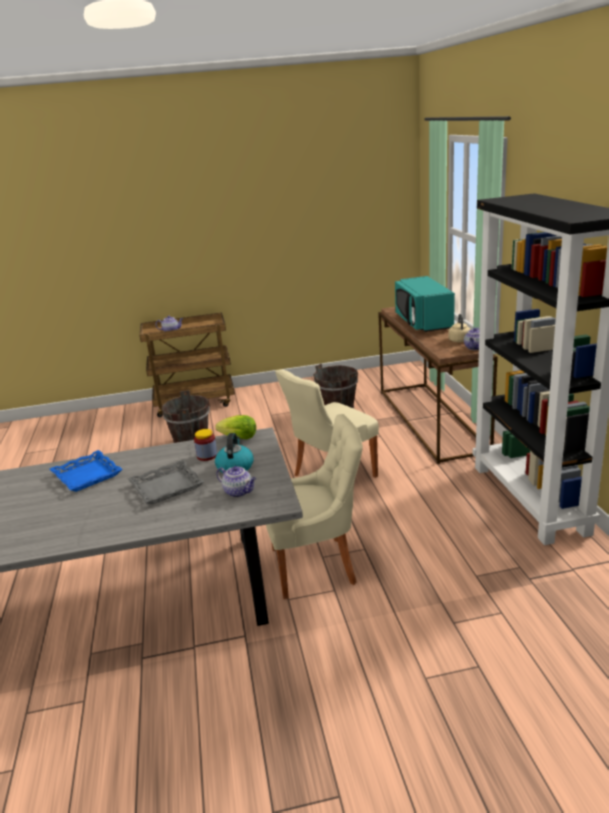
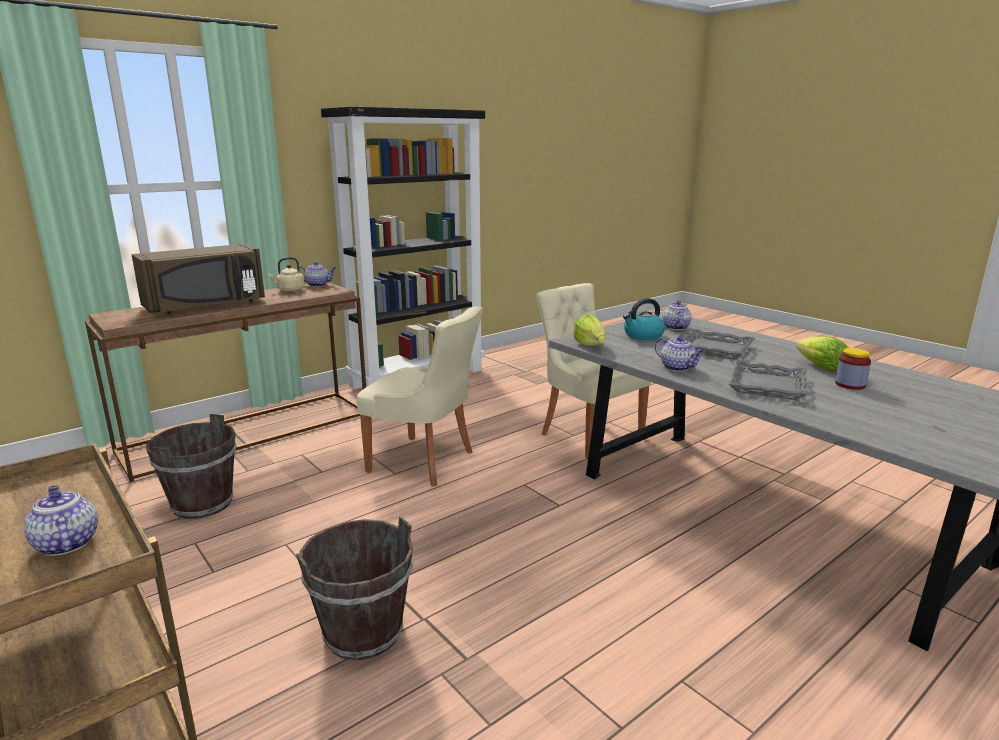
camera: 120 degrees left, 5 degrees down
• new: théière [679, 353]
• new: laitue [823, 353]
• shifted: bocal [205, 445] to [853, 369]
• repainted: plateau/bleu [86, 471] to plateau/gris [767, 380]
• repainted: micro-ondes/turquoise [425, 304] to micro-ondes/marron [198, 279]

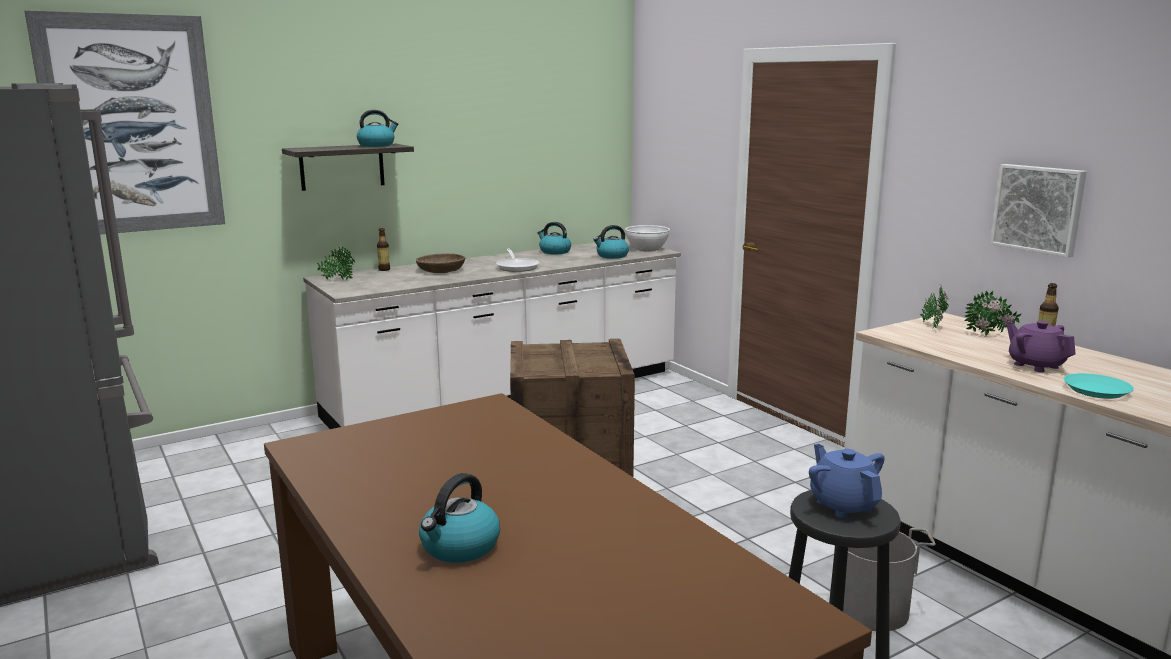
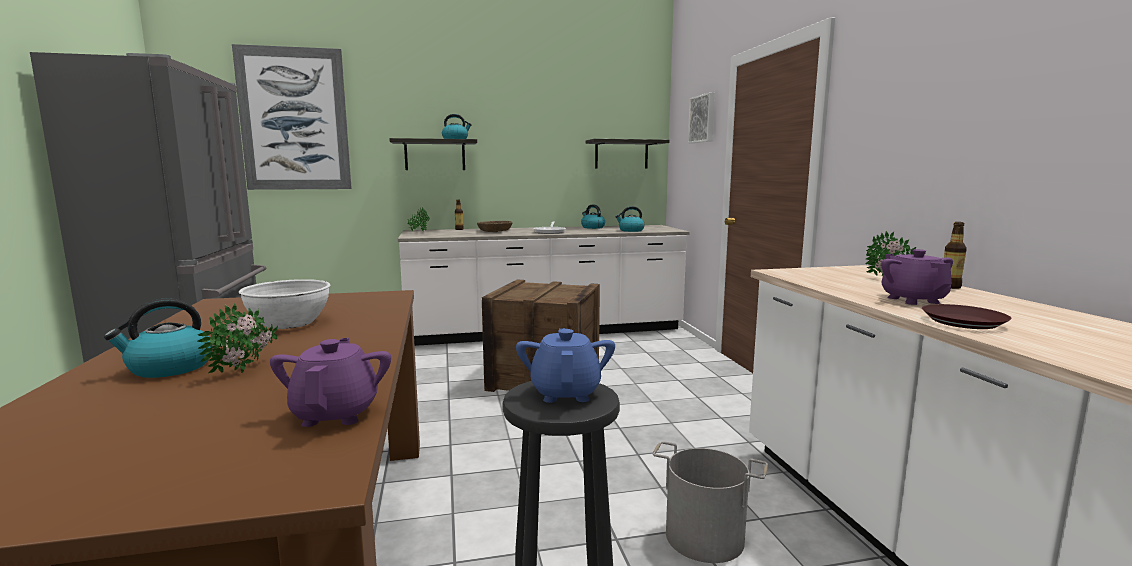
camera: 20 degrees right, 5 degrees down
• new: théière/violet [330, 382]
• new: étagère [627, 154]
• shifted: bol/blanc [647, 238] to [284, 304]
• shifted: plante en pot [934, 307] to [238, 338]
• shifted: tableau [1038, 211] to [701, 117]
• repainted: assiette/turquoise [1099, 386] to assiette/marron [966, 316]

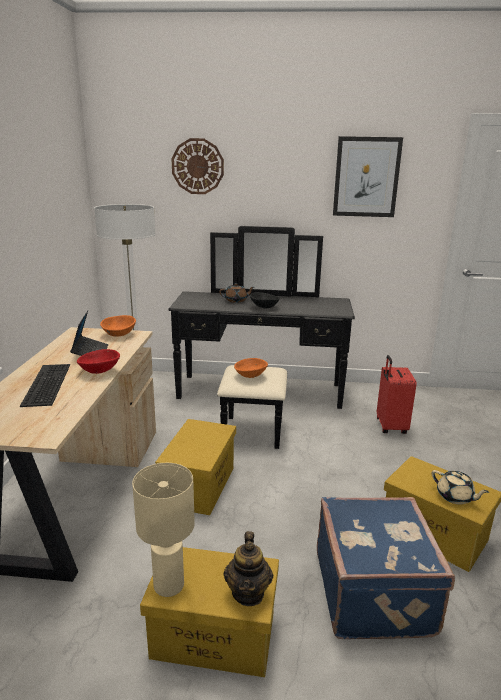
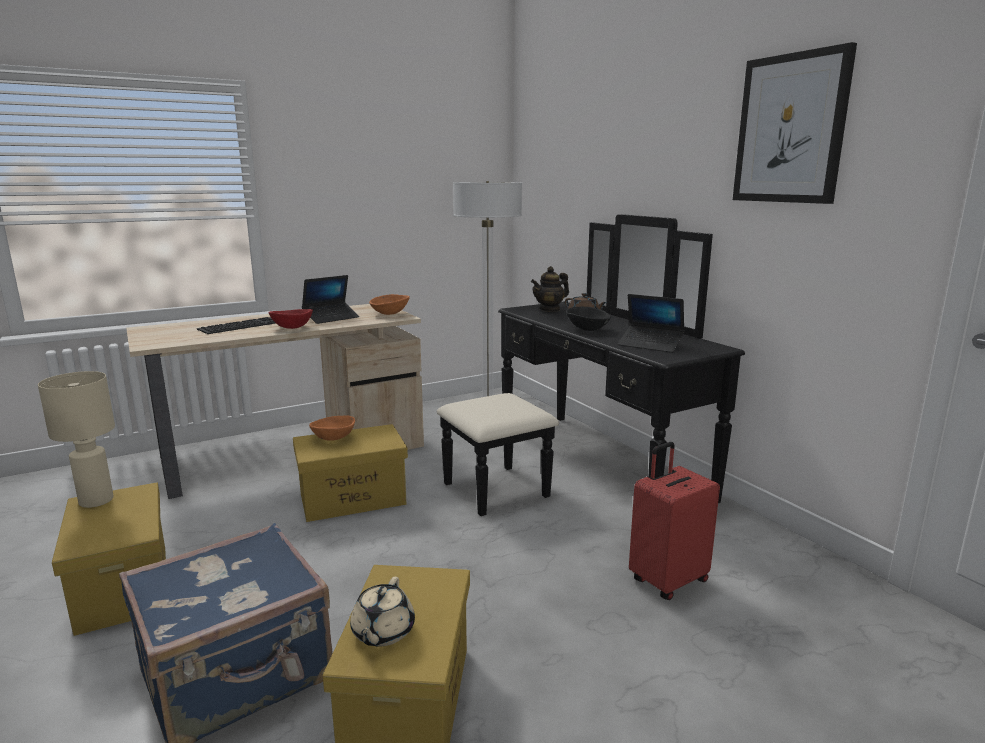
camera: 55 degrees right, 5 degrees down
• gone: horloge murale [198, 166]
• new: ordinateur portable [651, 323]
• shifted: théière [248, 568] to [550, 289]
• shifted: bol/orange [251, 368] to [332, 428]

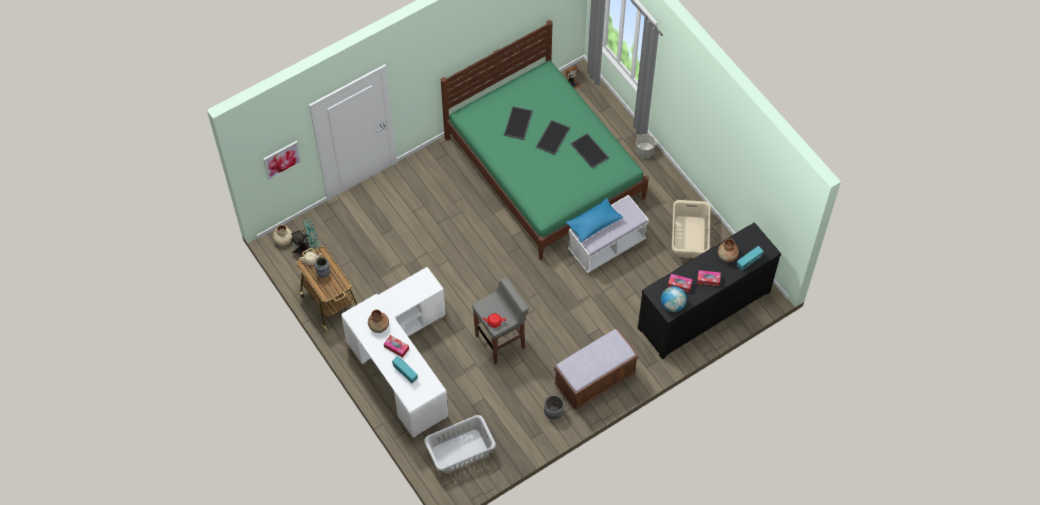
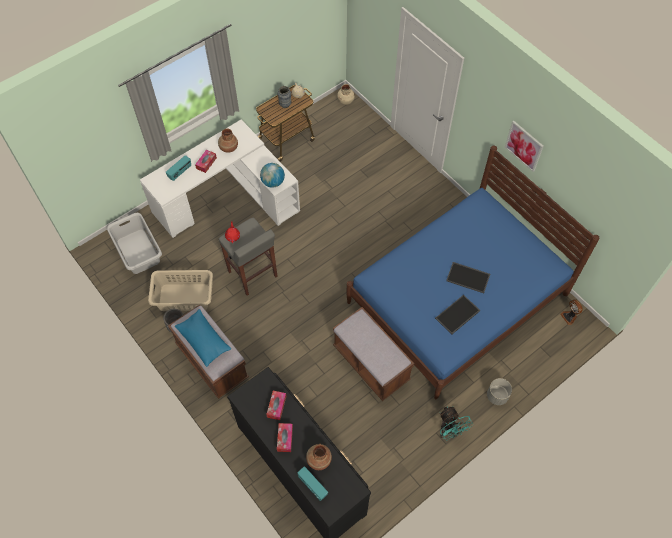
camera: 85 degrees right, 0 degrees up
• gone: plateau [518, 123]
• shifted: tableau [282, 160] to [524, 146]
• shifted: ventilateur/turquoise [304, 236] to [456, 423]
• shifted: coussin/bleu [594, 220] to [203, 338]
• shifted: globe [674, 299] to [272, 175]
• shifted: panier à linge/beige [691, 229] to [180, 290]
• repainted: lit/vert [545, 140] to lit/bleu [473, 272]
• repainted: banc/blanc [608, 234] to banc/marron [373, 354]

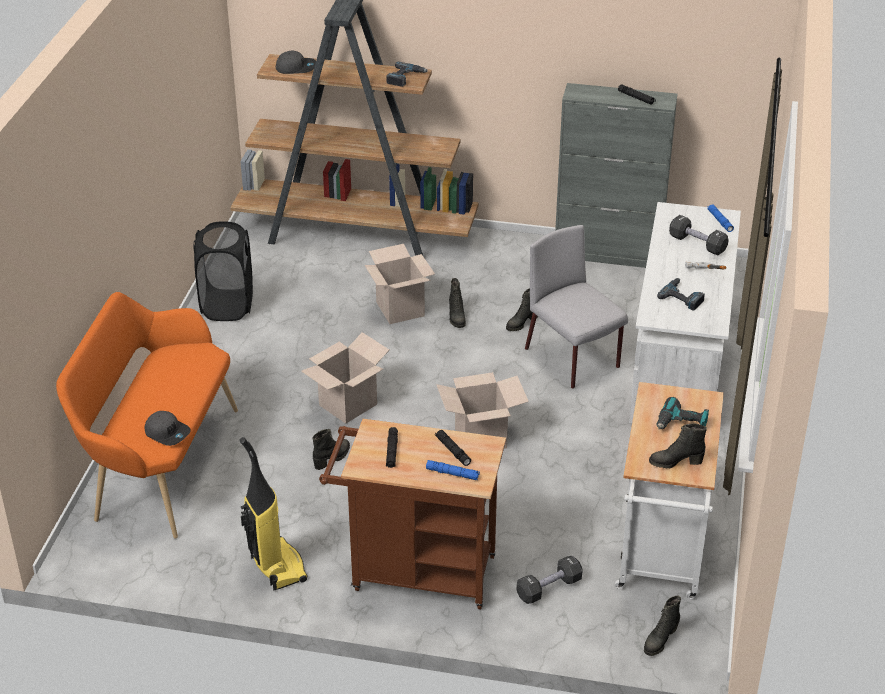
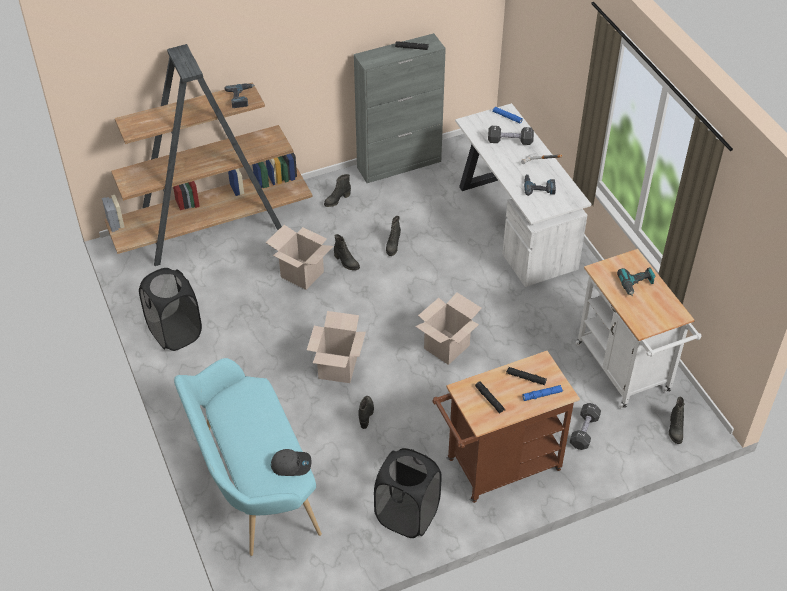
camera: 35 degrees left, 10 degrees up
• gone: casquette/gris [296, 62]
• gone: chaise/gris [576, 307]
• shifted: botte/noir [678, 446] to [337, 190]
• swapped: aspirateur [273, 513] to panier à linge/noir [408, 493]
• repainted: banc/orange [147, 415] to banc/turquoise [248, 457]

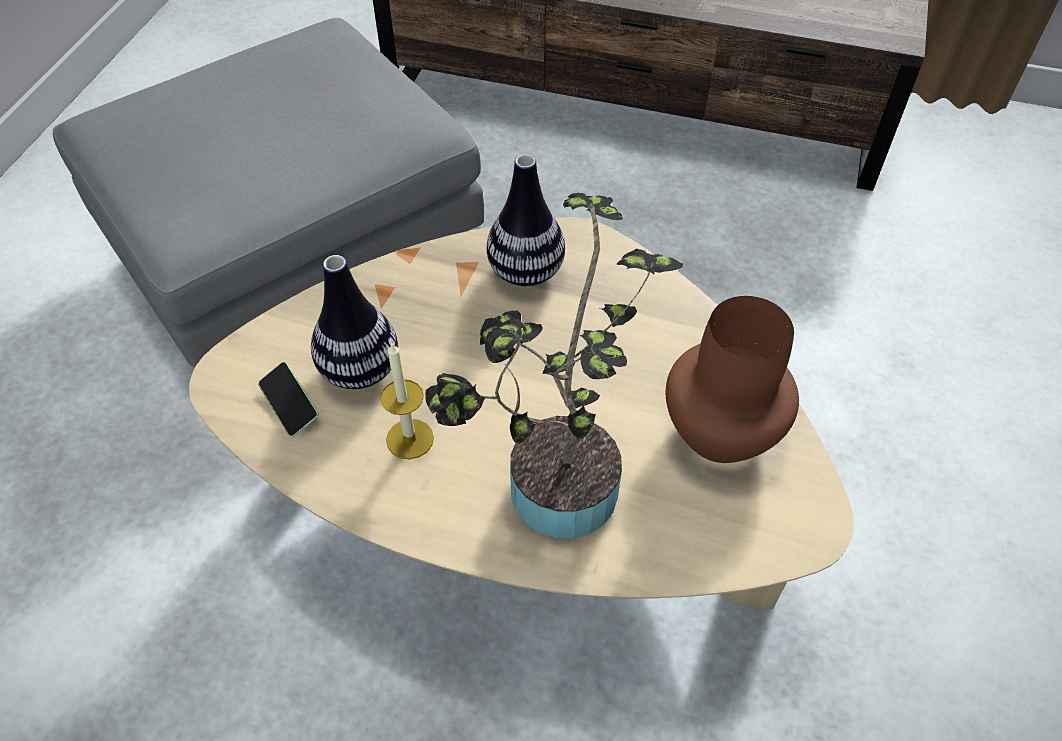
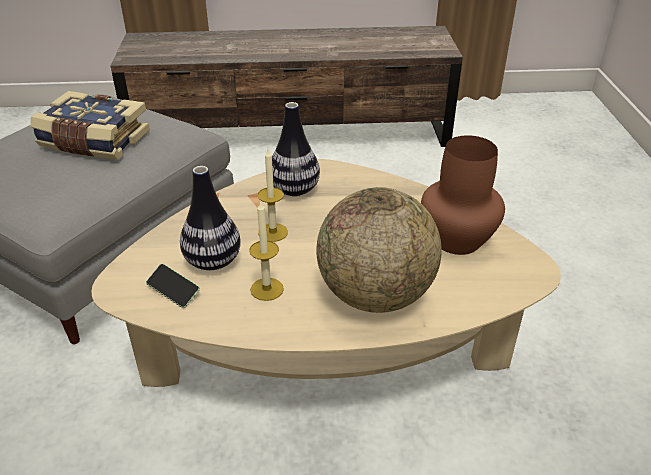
camera: 20 degrees left, 15 degrees down
• new: livre [90, 125]
• new: bougie [273, 195]
• swapped: plante en pot [554, 366] to globe [379, 250]

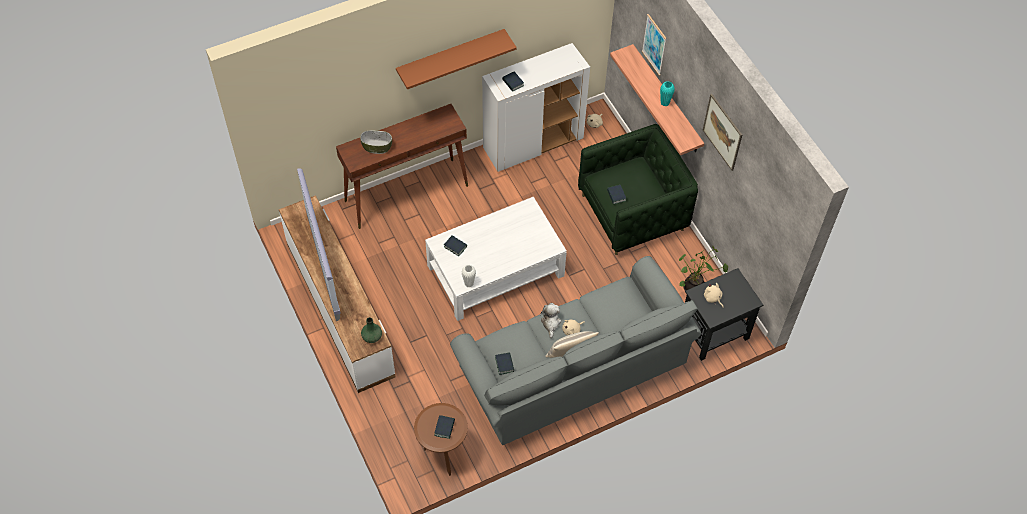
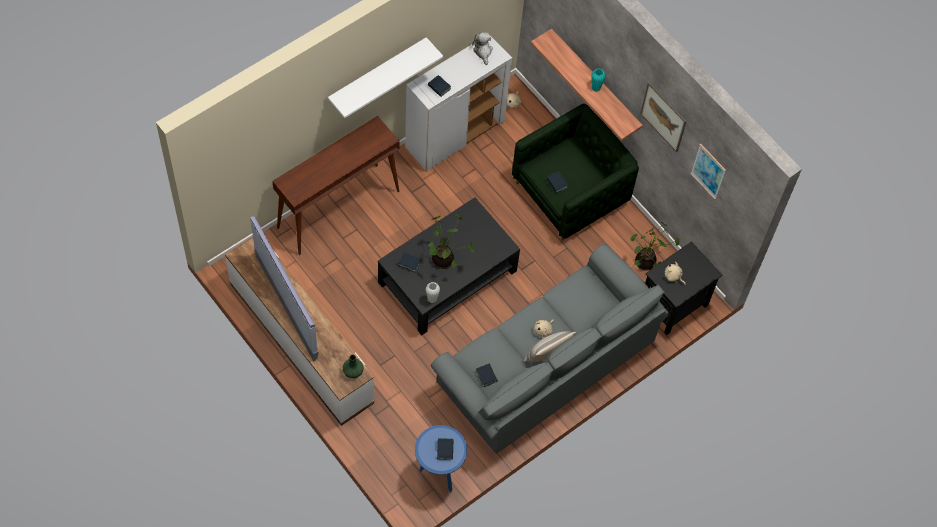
camera: 15 degrees left, 5 degrees up
• gone: bol [376, 142]
• new: plante en pot [451, 241]
• shifted: peluche [550, 320] to [482, 48]
• shifted: tableau [654, 45] to [708, 171]
• repainted: étagère/marron [456, 59] to étagère/blanc [385, 77]
• repainted: table d'appoint/marron [441, 439] to table d'appoint/bleu [441, 459]
• repainted: table basse/blanc [496, 259] to table basse/noir [449, 266]

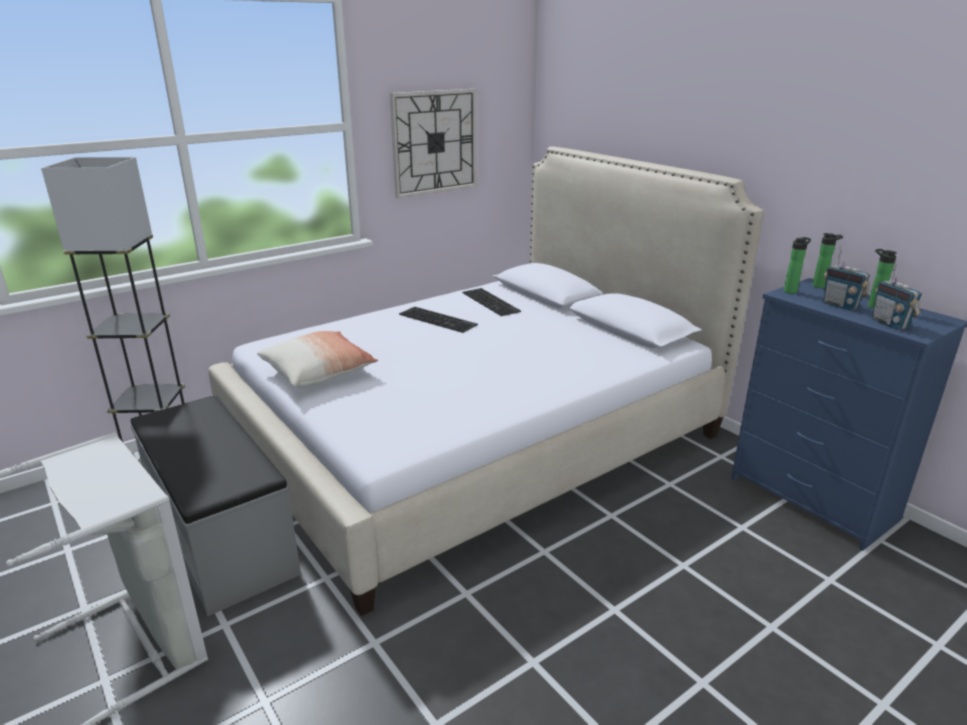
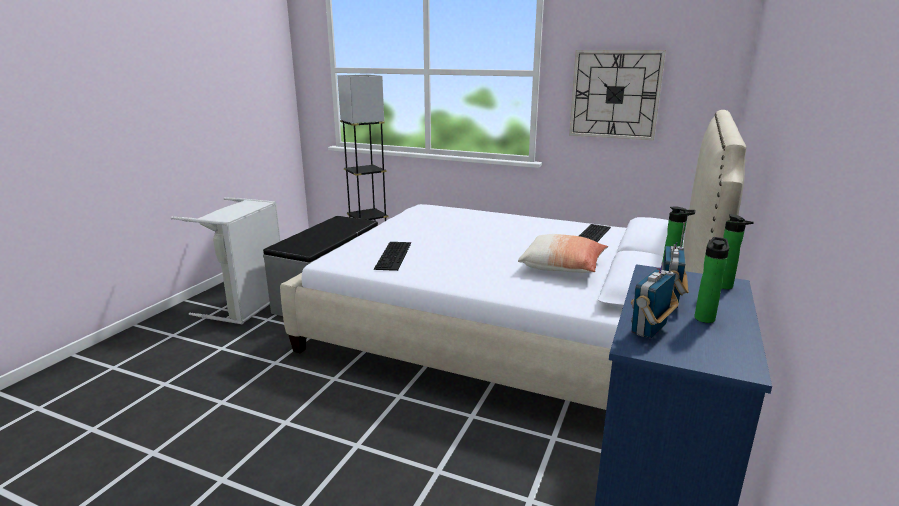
camera: 60 degrees right, 5 degrees down
• shifted: coussin [317, 359] to [563, 253]
• shifted: clavier [438, 320] to [392, 256]

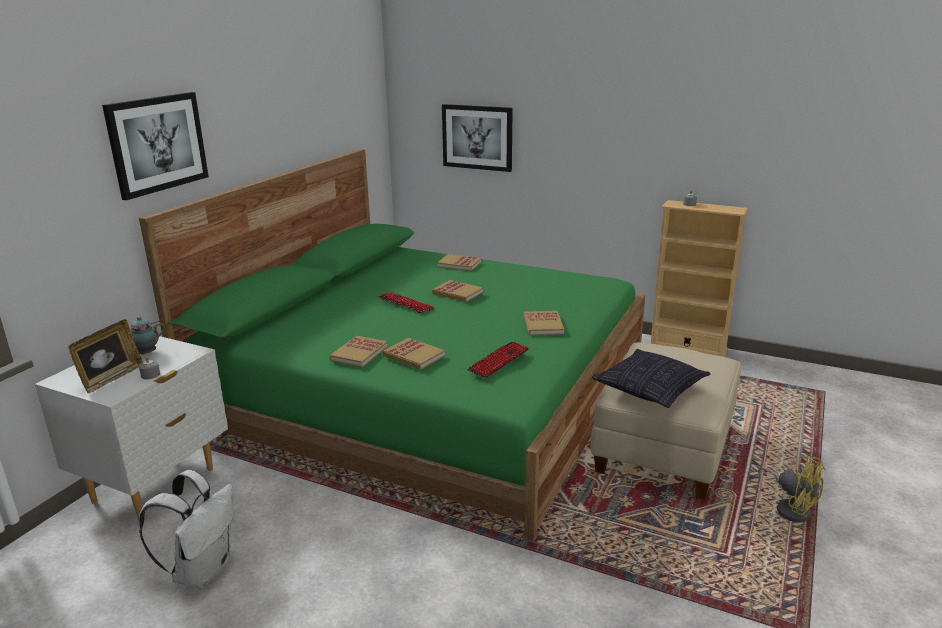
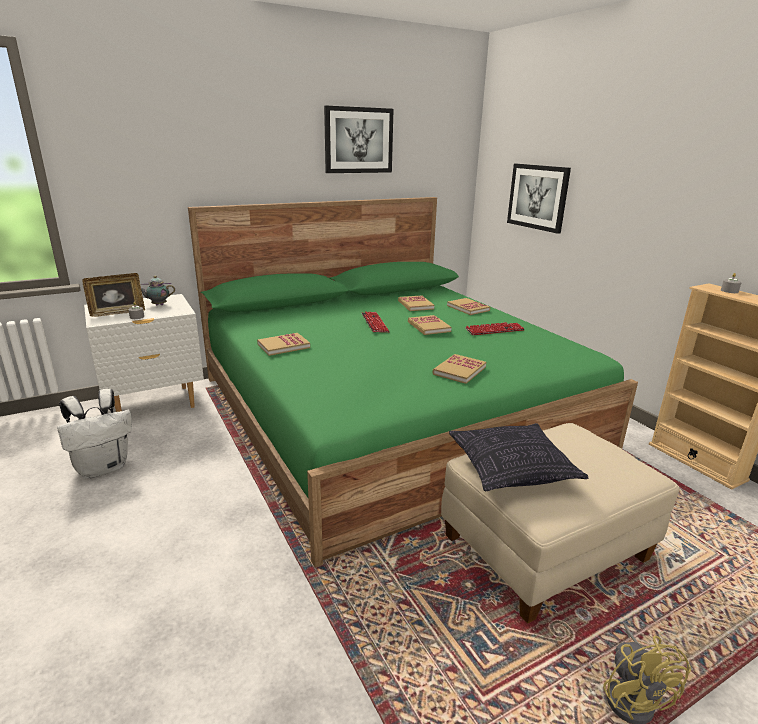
camera: 35 degrees right, 0 degrees up
• shifted: tableau [155, 146] to [359, 139]
• shifted: livre [414, 354] to [416, 303]
• shifted: clavier [498, 360] to [495, 328]

